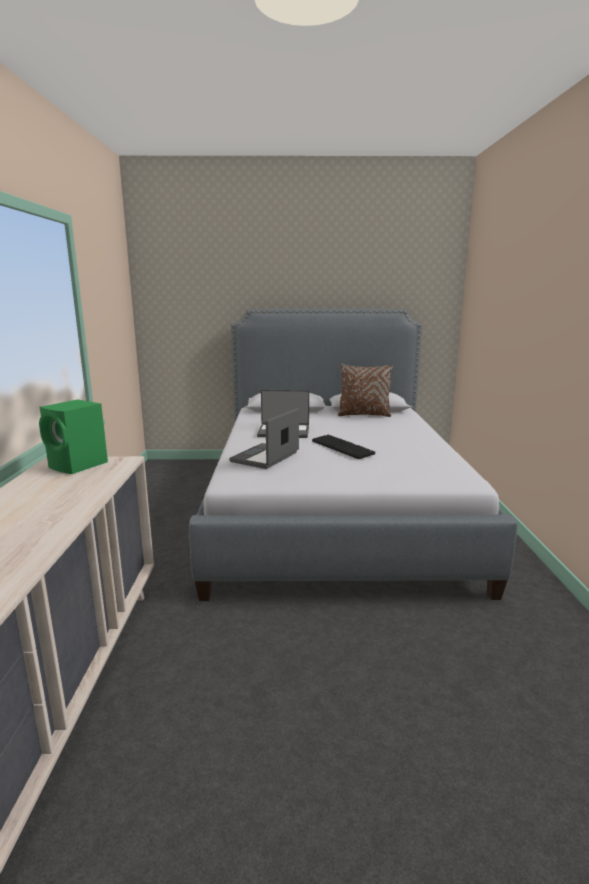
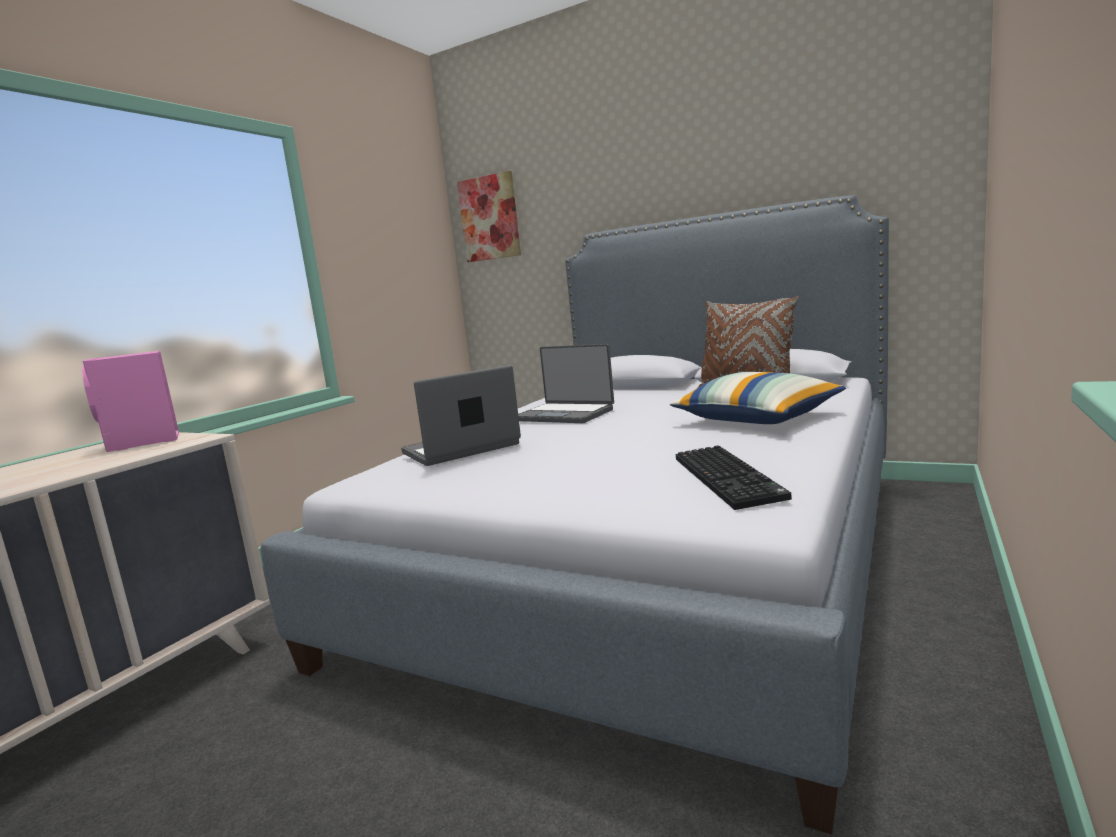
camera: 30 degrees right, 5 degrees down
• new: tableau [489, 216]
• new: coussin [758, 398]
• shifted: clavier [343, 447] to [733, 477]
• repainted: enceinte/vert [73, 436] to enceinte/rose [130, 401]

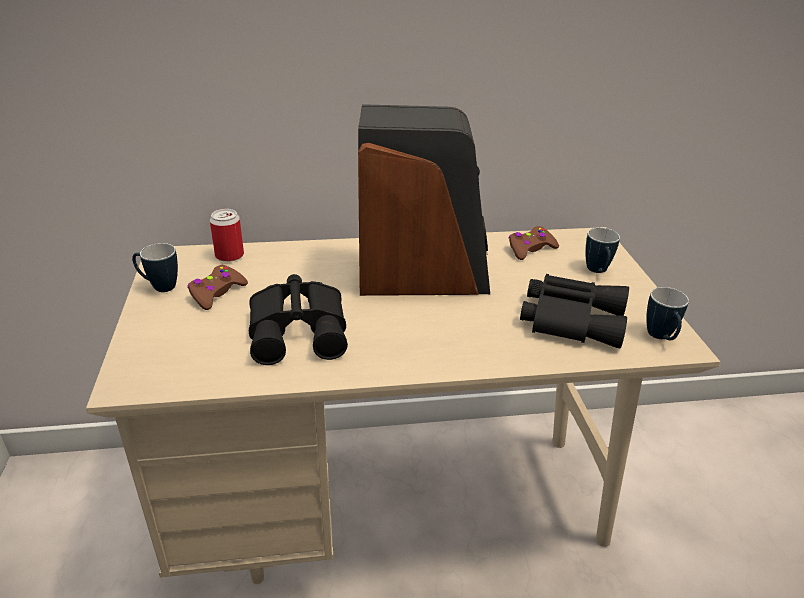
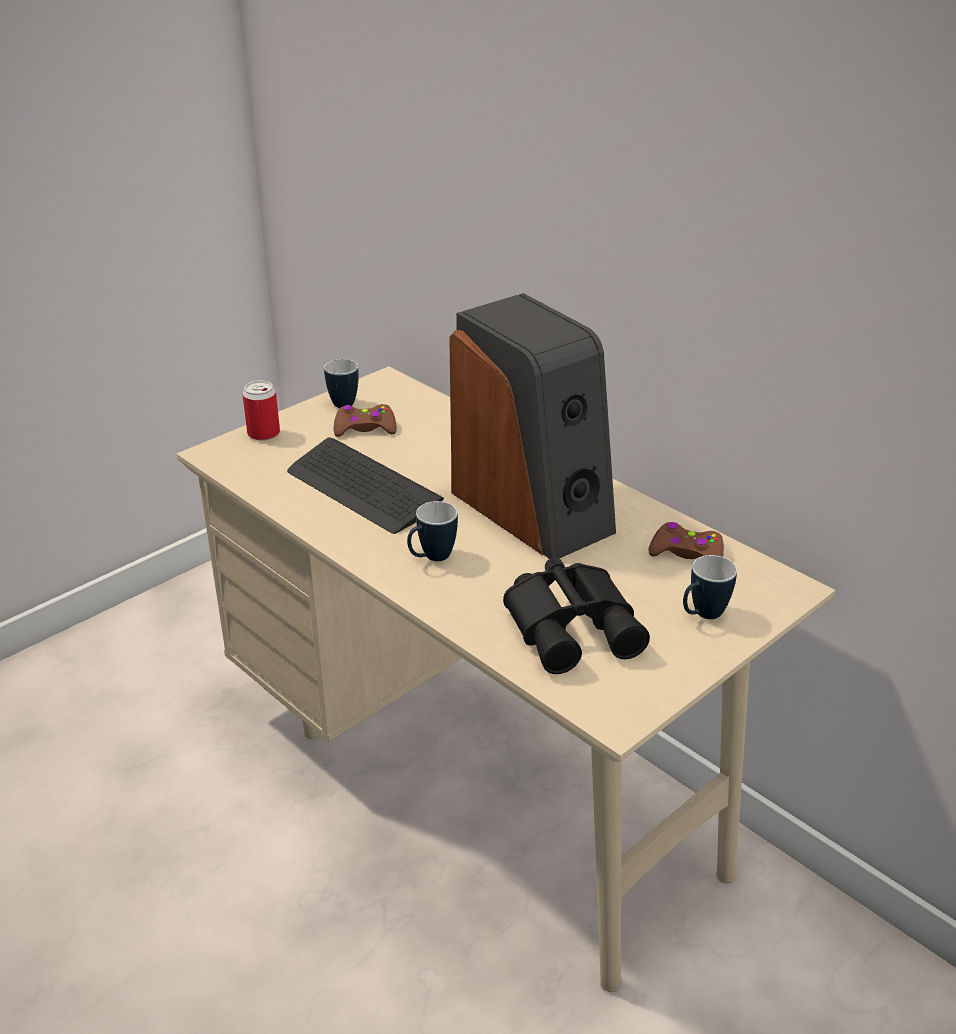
camera: 55 degrees right, 0 degrees up
• shifted: boîte métallique [227, 235] to [261, 410]
• shifted: mug [667, 313] to [432, 531]
• swapped: jumelles/noir [298, 319] to clavier [365, 485]

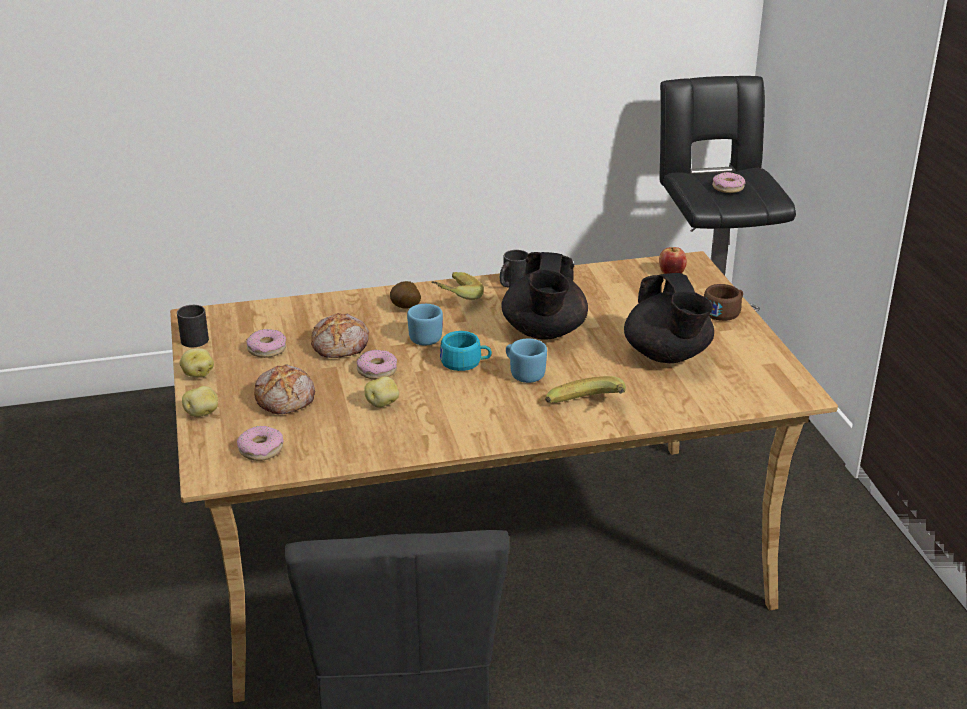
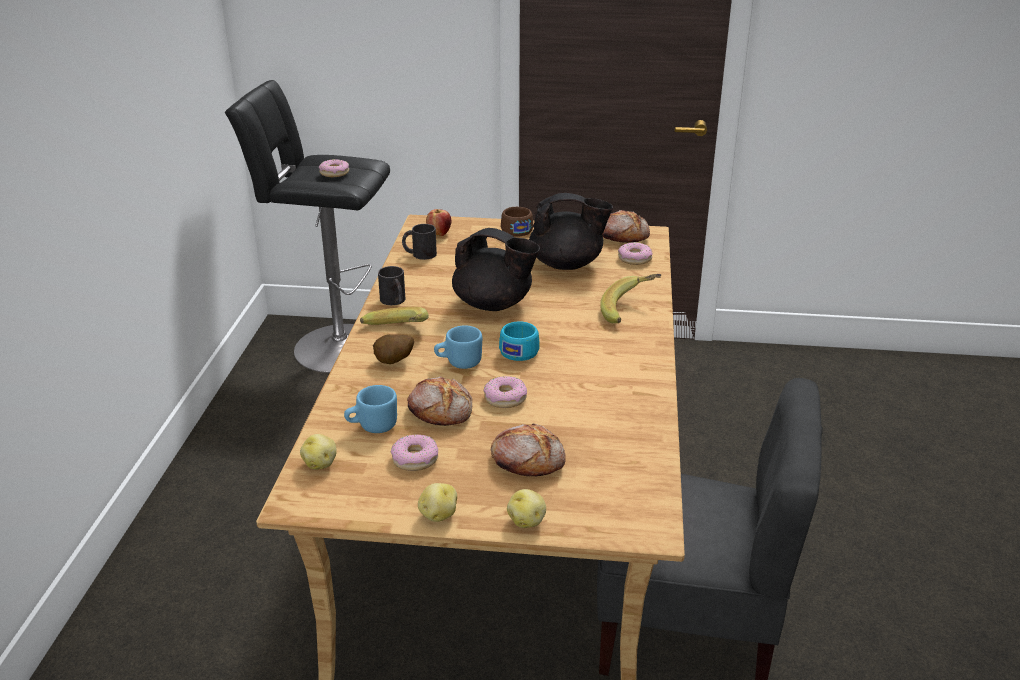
camera: 70 degrees left, 0 degrees up
• new: pain [626, 226]
• shifted: mug/noir [193, 326] to [419, 242]
• shifted: beignet [260, 443] to [635, 253]
• shifted: pomme de terre [381, 391] to [318, 452]
• shifted: mug/bleu [526, 361] to [370, 409]

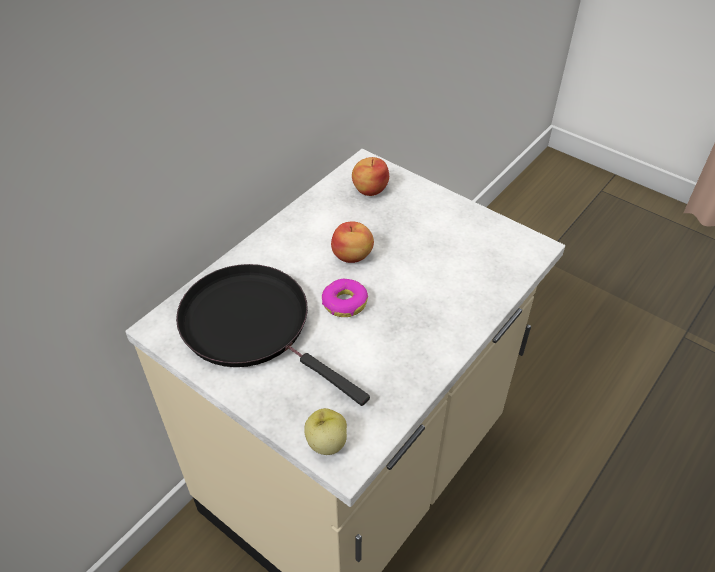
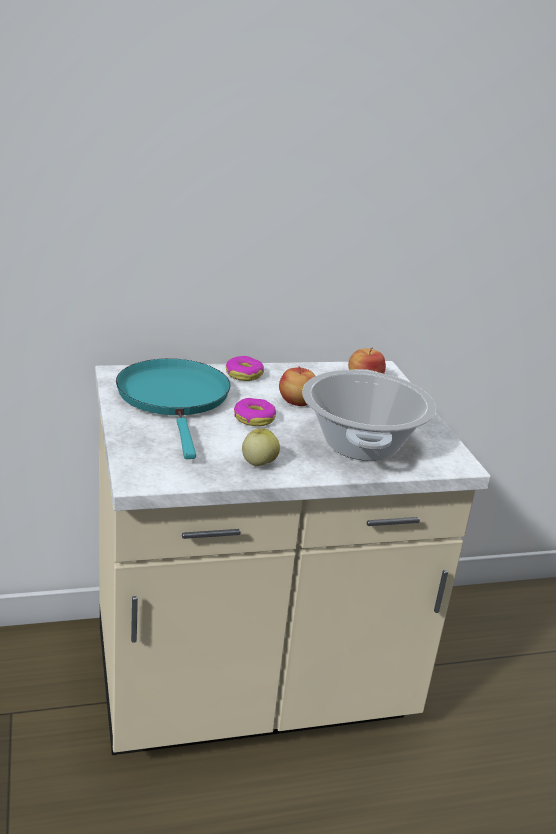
camera: 35 degrees right, 20 degrees down
• new: beignet [245, 368]
• new: marmite [369, 415]
• shifted: pomme [325, 431] to [261, 447]
• repainted: poêle/noir [273, 335] to poêle/turquoise [173, 409]

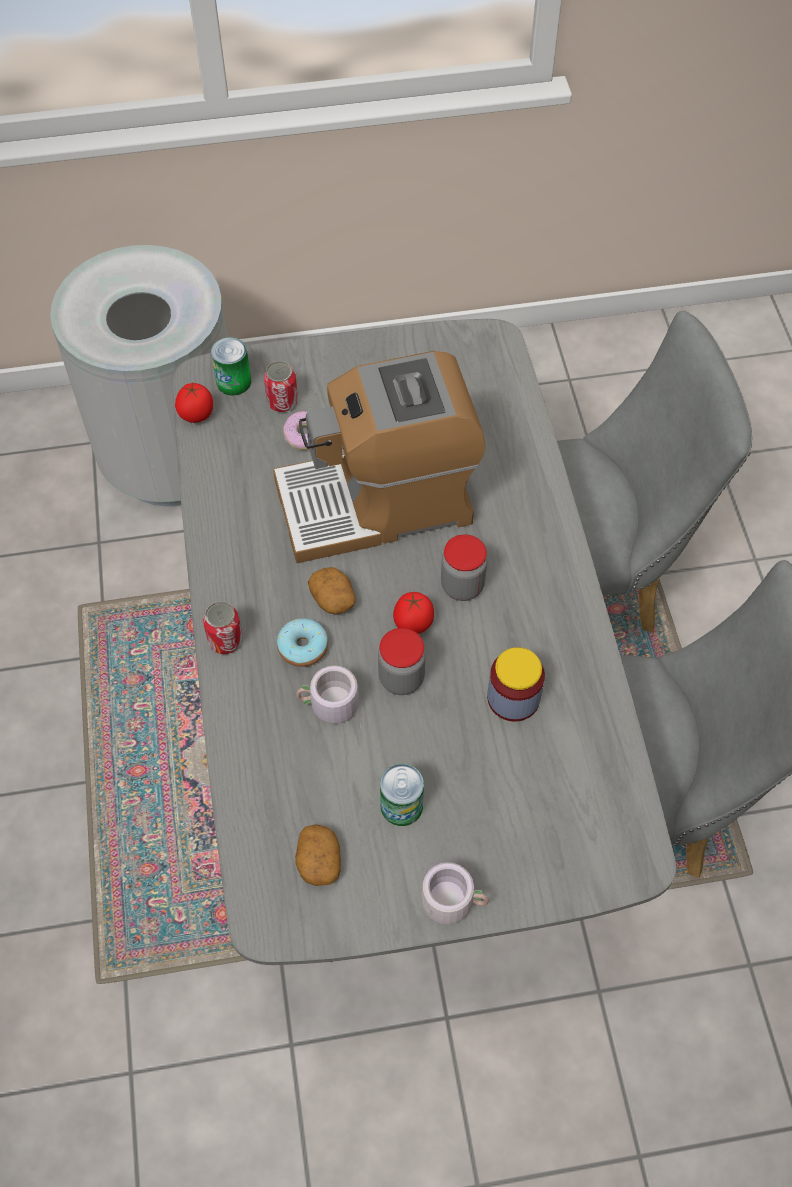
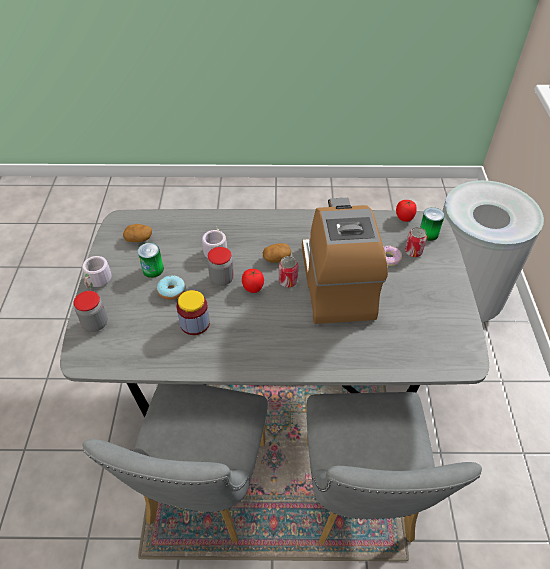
camera: 100 degrees right, 10 degrees down
• shifted: boîte métallique [223, 628] to [288, 271]
• shifted: beignet [302, 642] to [171, 287]
• shifted: bocal [464, 567] to [90, 311]

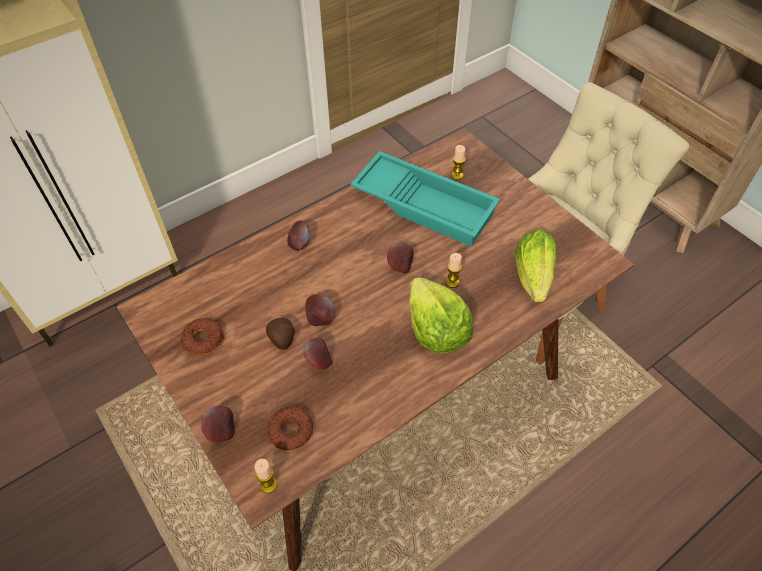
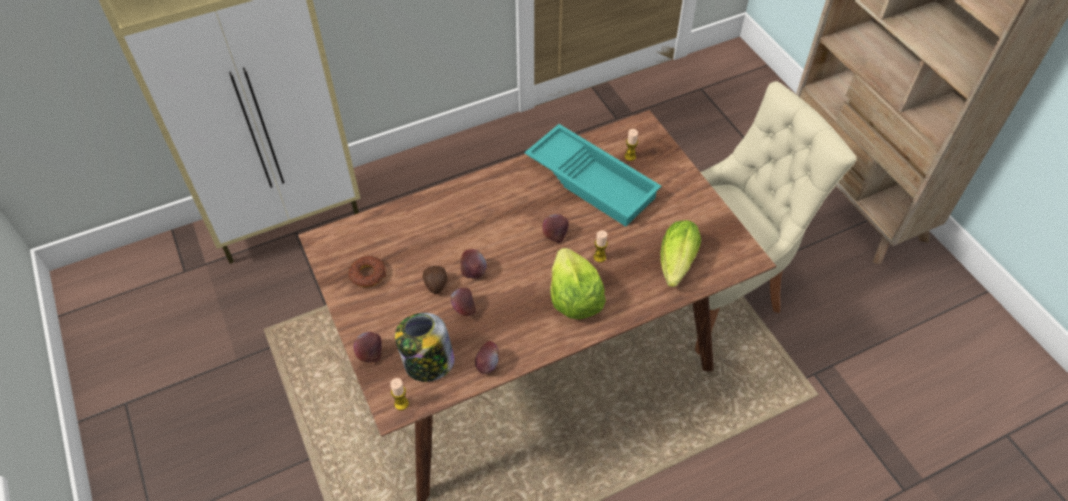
camera: 10 degrees right, 0 degrees up
• shifted: pomme [298, 236] to [487, 357]
• swapped: beignet [290, 428] to bocal [425, 347]

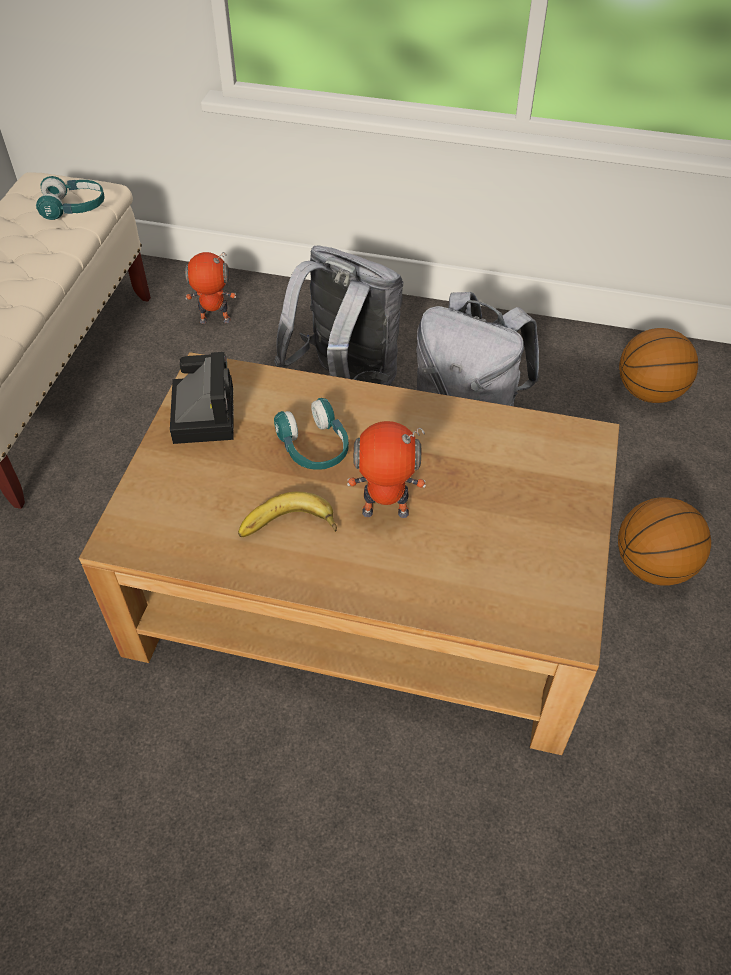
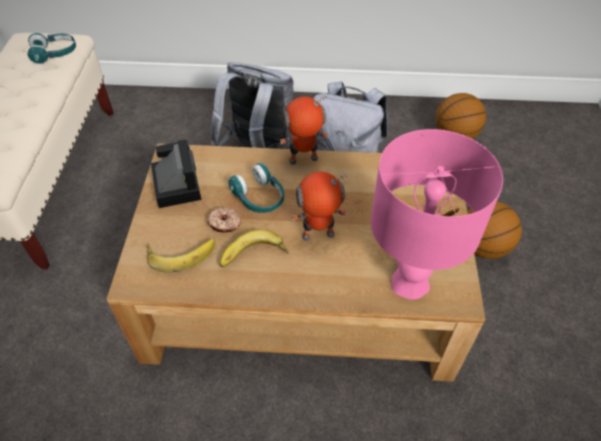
camera: 10 degrees left, 0 degrees up
• new: banane [180, 256]
• new: beignet [224, 220]
• new: lampe de table/rose [437, 214]
• shifted: robot jouet [210, 288] to [304, 129]

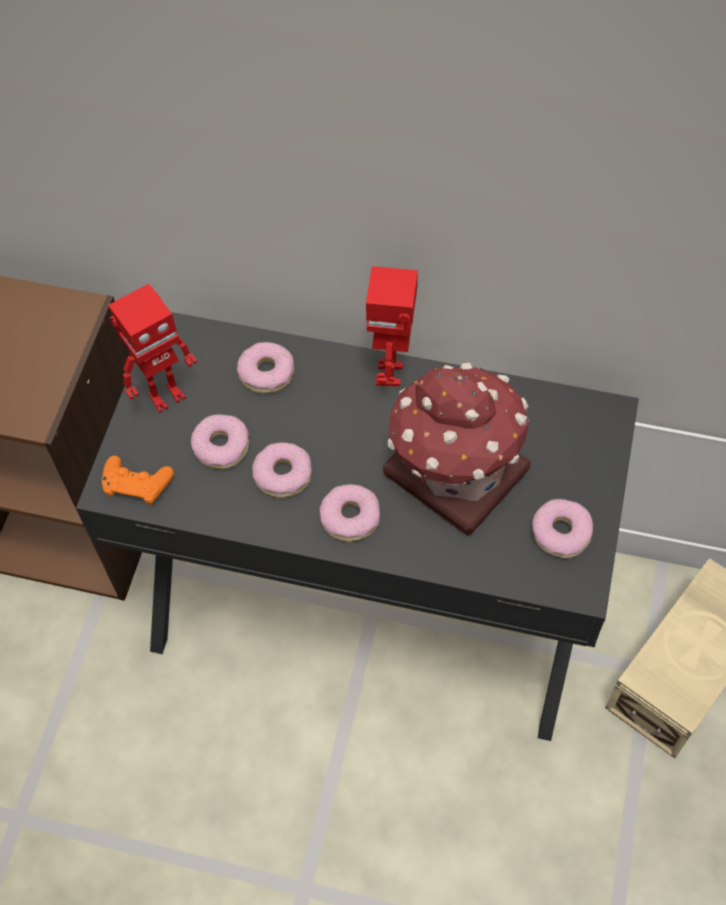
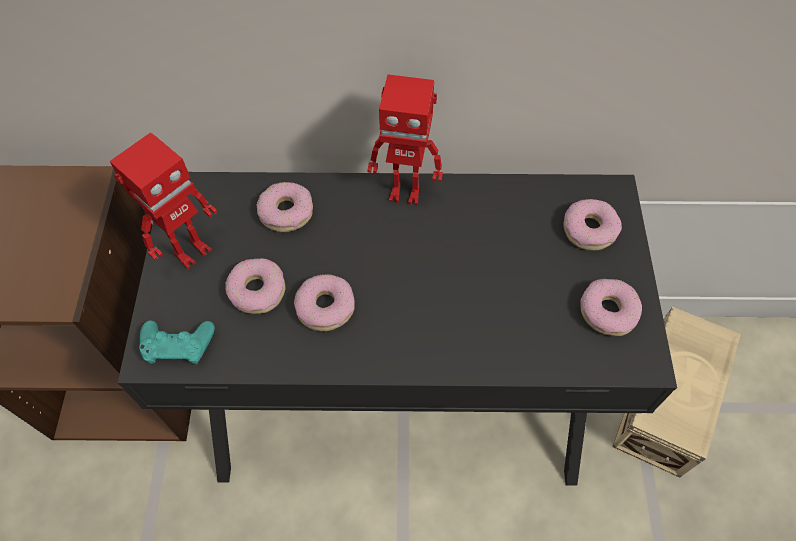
camera: 15 degrees left, 0 degrees up
• gone: maison miniature [457, 449]
• shifted: beignet [349, 513] to [592, 225]
• repainted: manette/orange [138, 480] to manette/turquoise [177, 342]
• rotated: robot jouet [392, 326] = [405, 140] 75 degrees counterclockwise

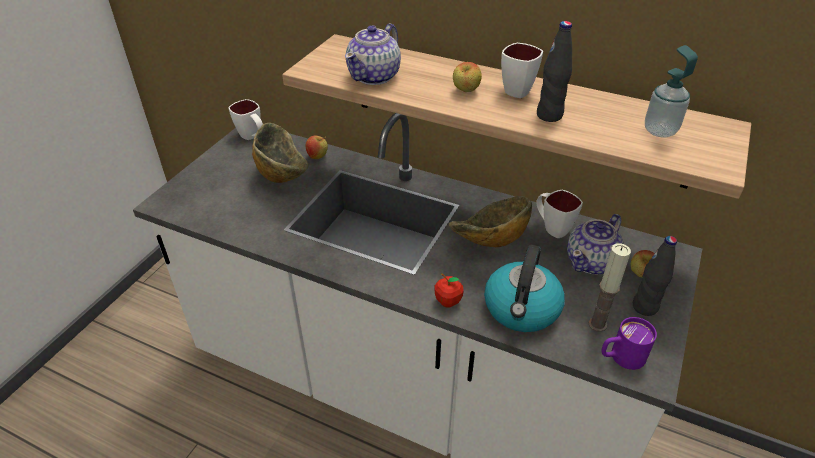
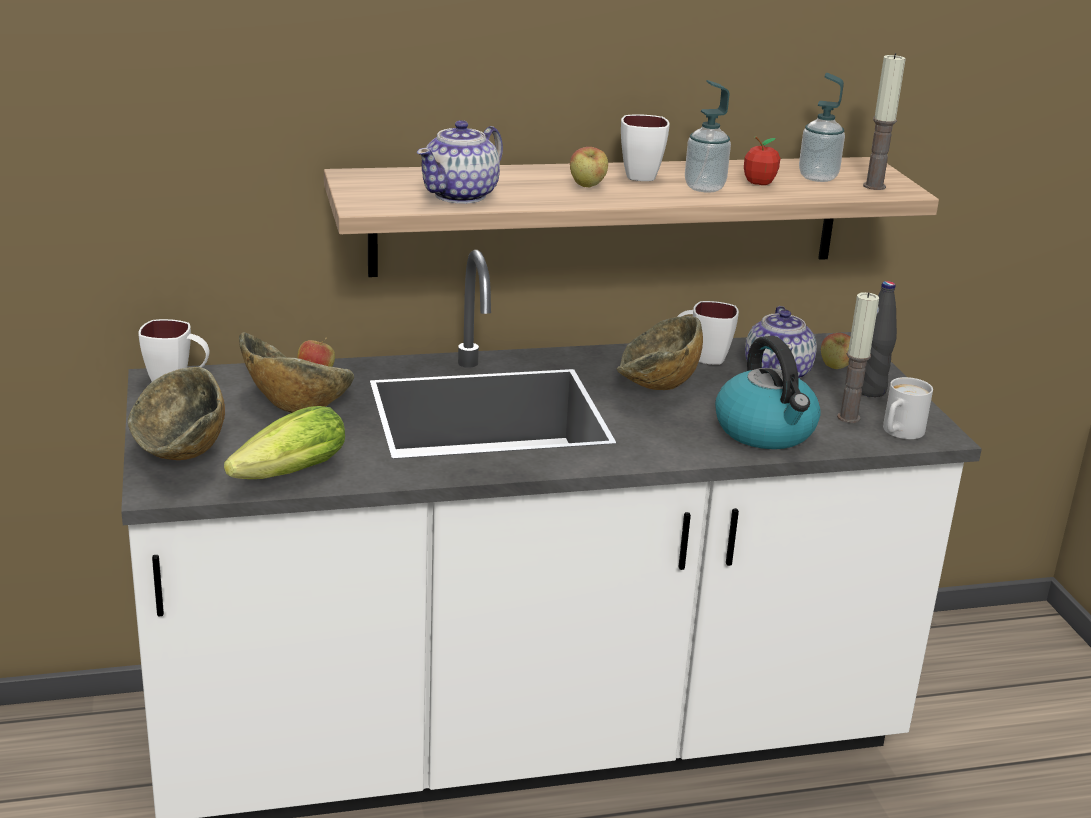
camera: 40 degrees left, 15 degrees down
• new: bol [176, 413]
• new: laitue [284, 442]
• new: bougie [884, 121]
• shifted: pomme [449, 290] to [762, 161]
• swapped: bouteille/noir [554, 71] to distributeur de savon [708, 136]
• repainted: mug/violet [629, 343] to mug/blanc [908, 408]
• rotated: théière [373, 54] = [460, 162] 45 degrees clockwise

